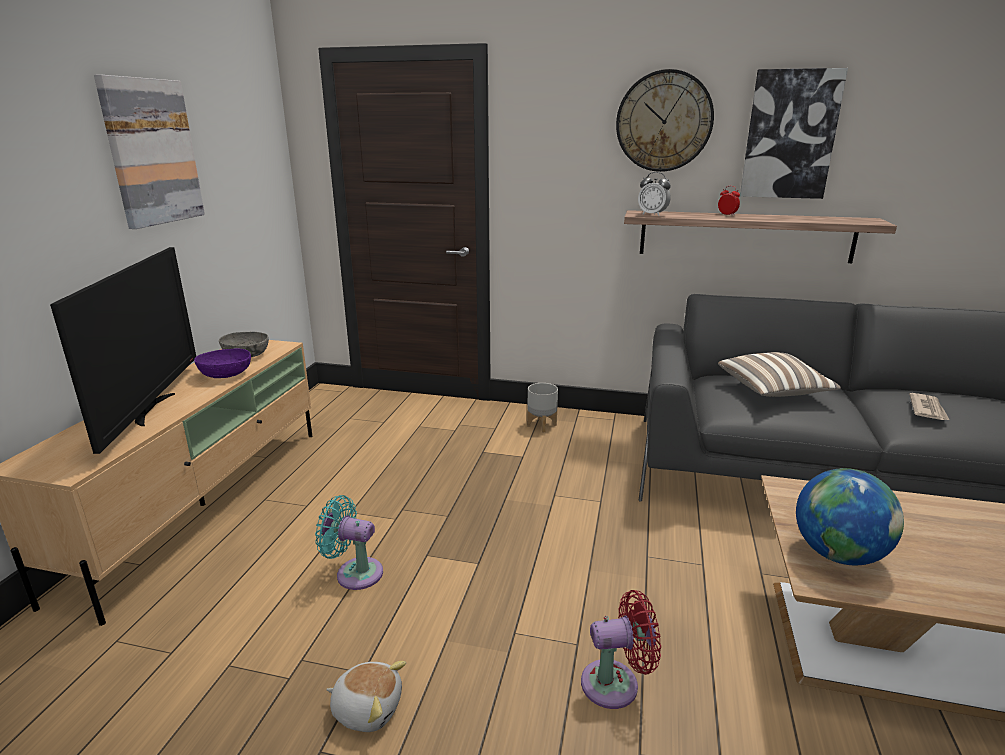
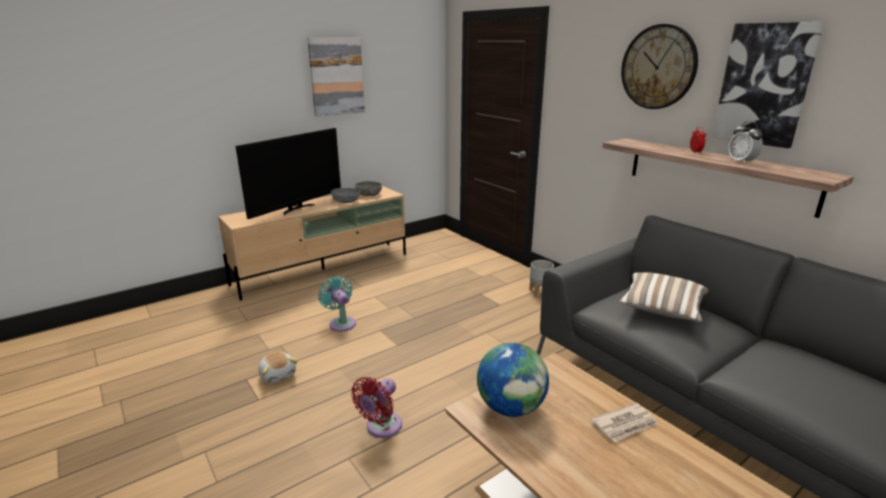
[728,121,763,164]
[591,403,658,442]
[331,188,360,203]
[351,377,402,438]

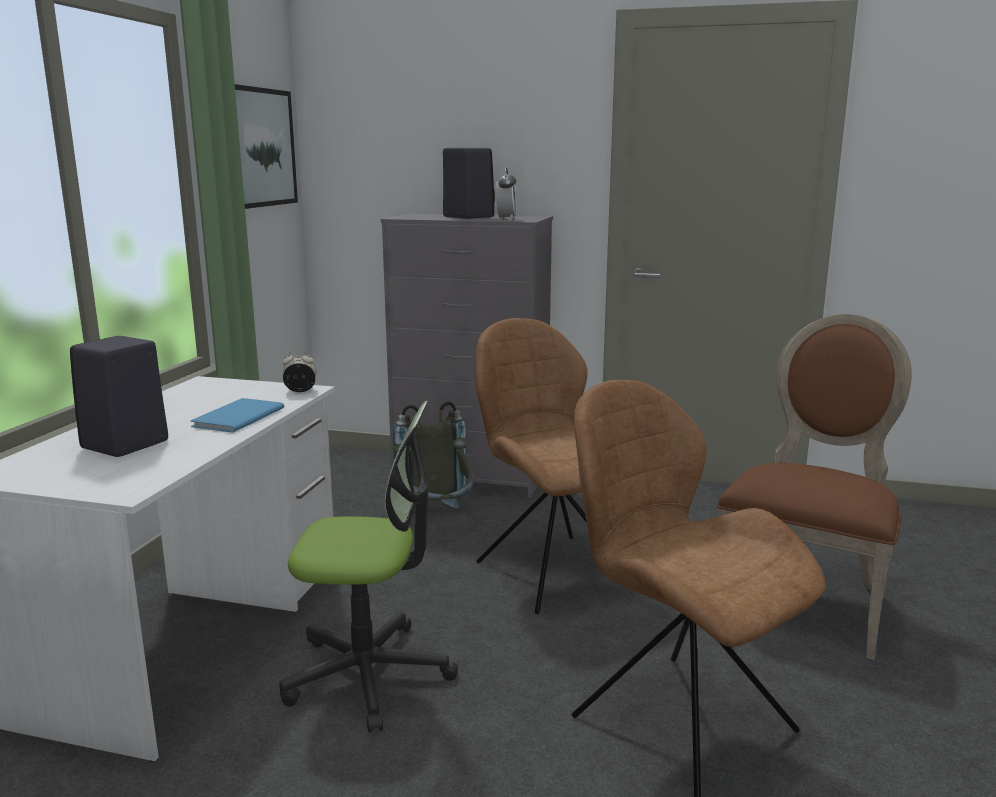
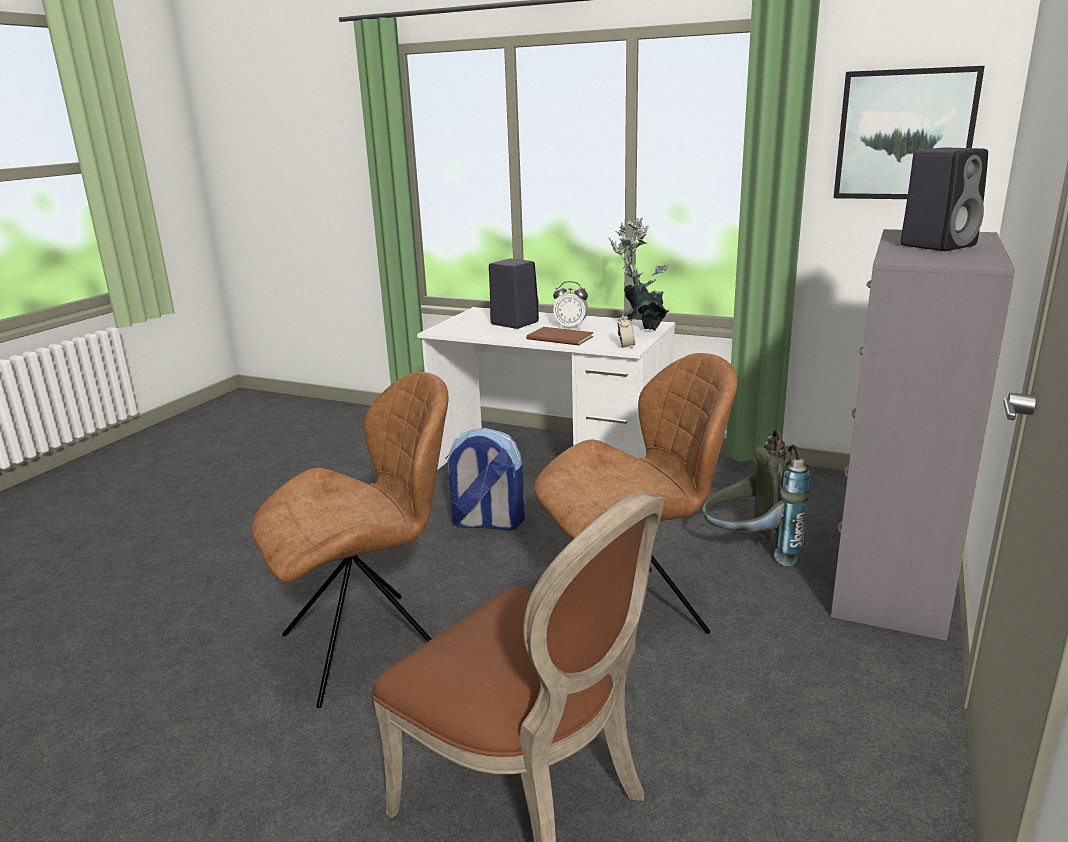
[609,217,670,331]
[553,281,588,329]
[445,428,525,531]
[526,327,594,345]

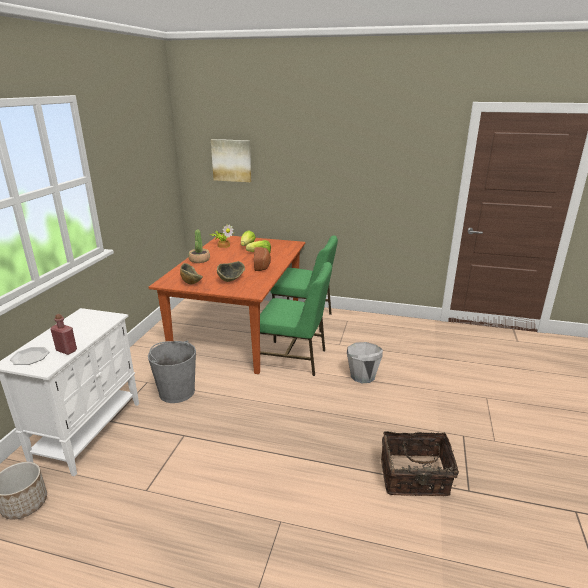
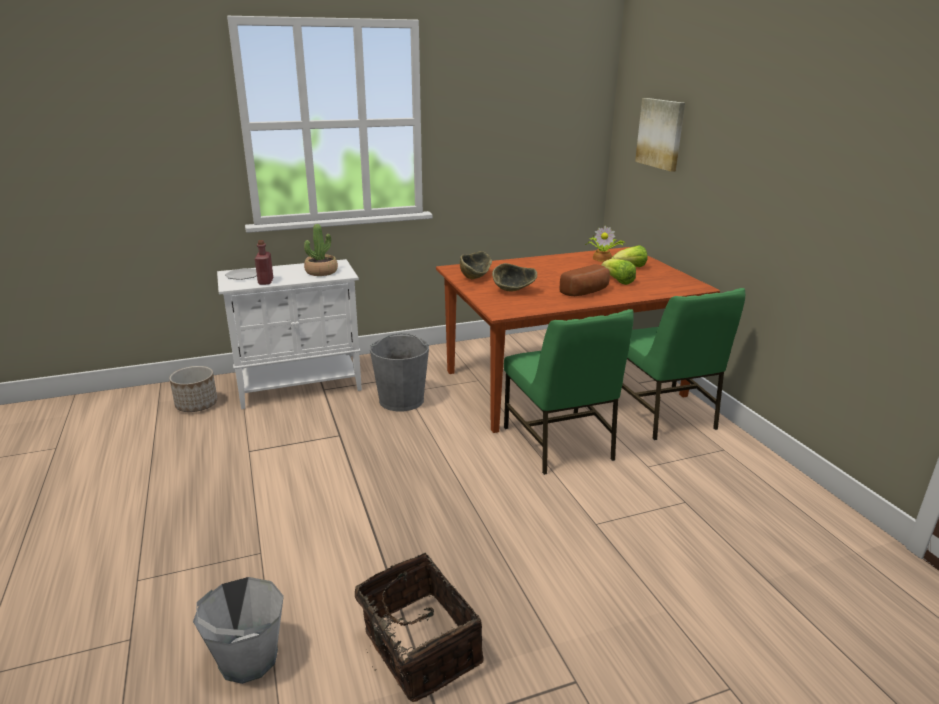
[304,224,338,276]
[193,577,284,684]

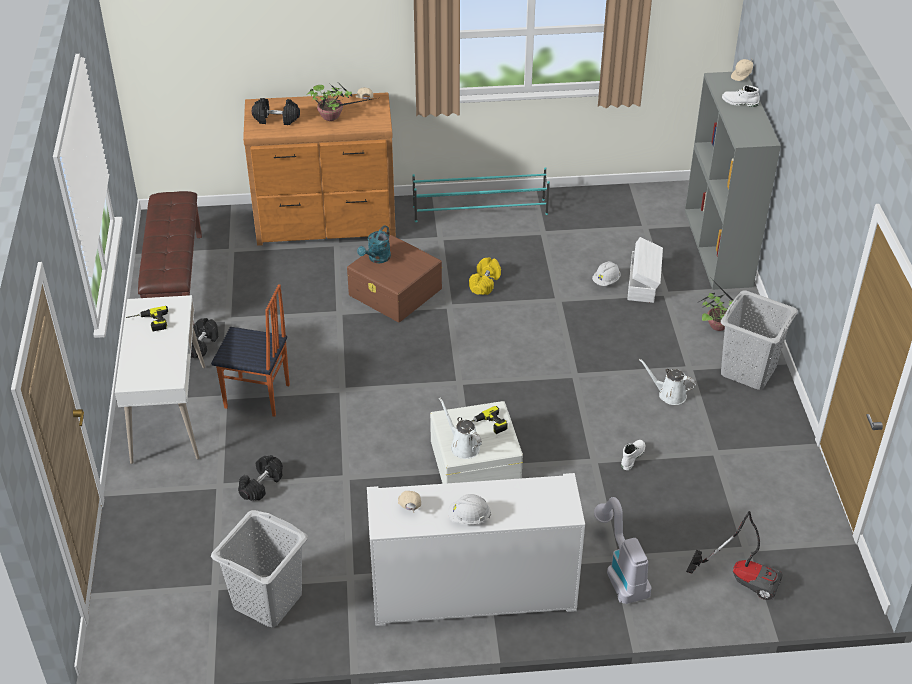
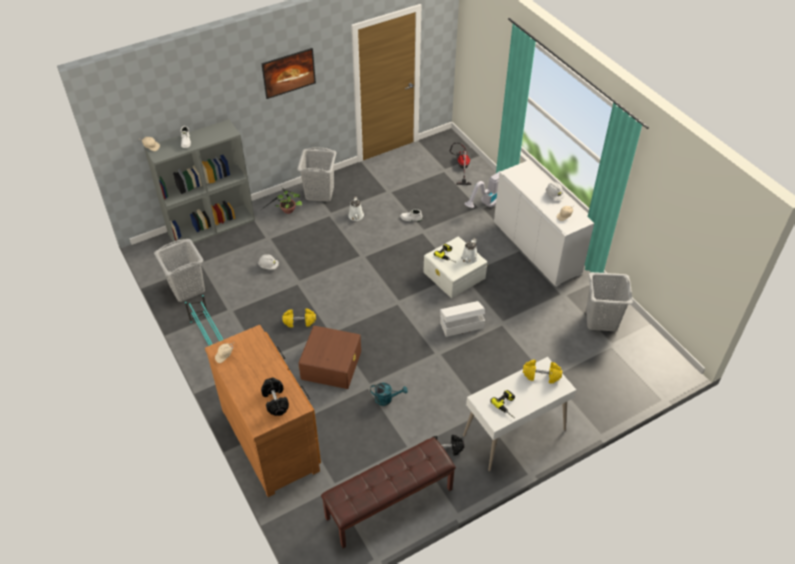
[211,284,290,417] (first image)
[238,455,283,501] (first image)
[308,83,377,121] (first image)
[154,239,205,302]
[261,48,316,99]
[523,360,562,384]
[370,382,408,406]
[440,301,485,337]

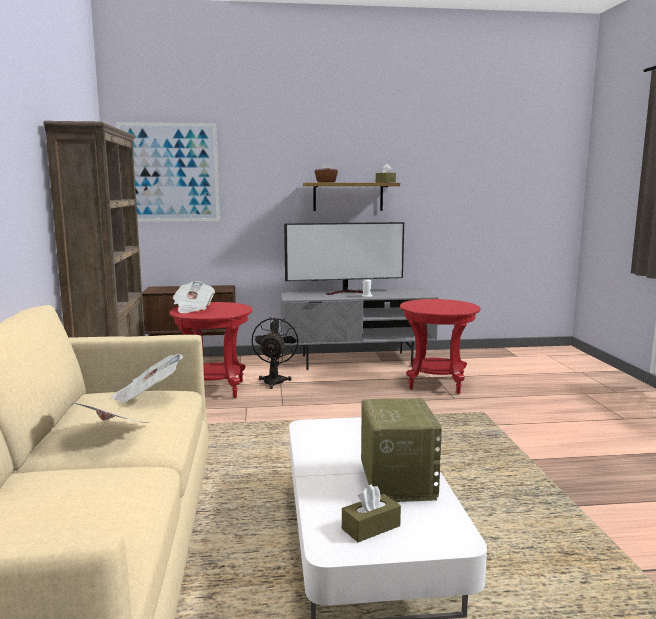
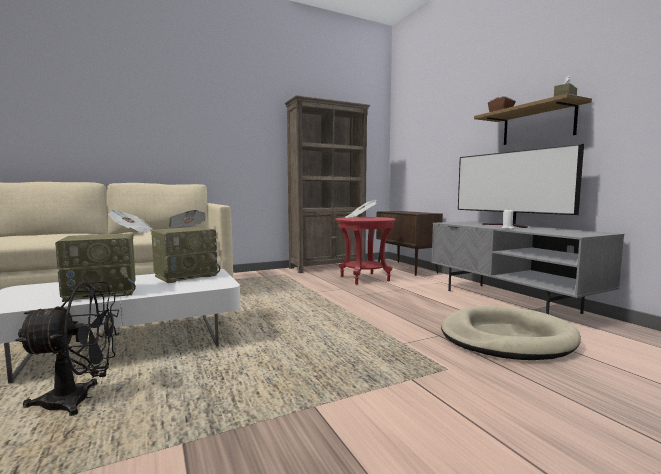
[116,122,220,222] (first image)
[342,484,401,542] (first image)
[151,227,220,283]
[15,282,119,416]
[441,306,581,360]

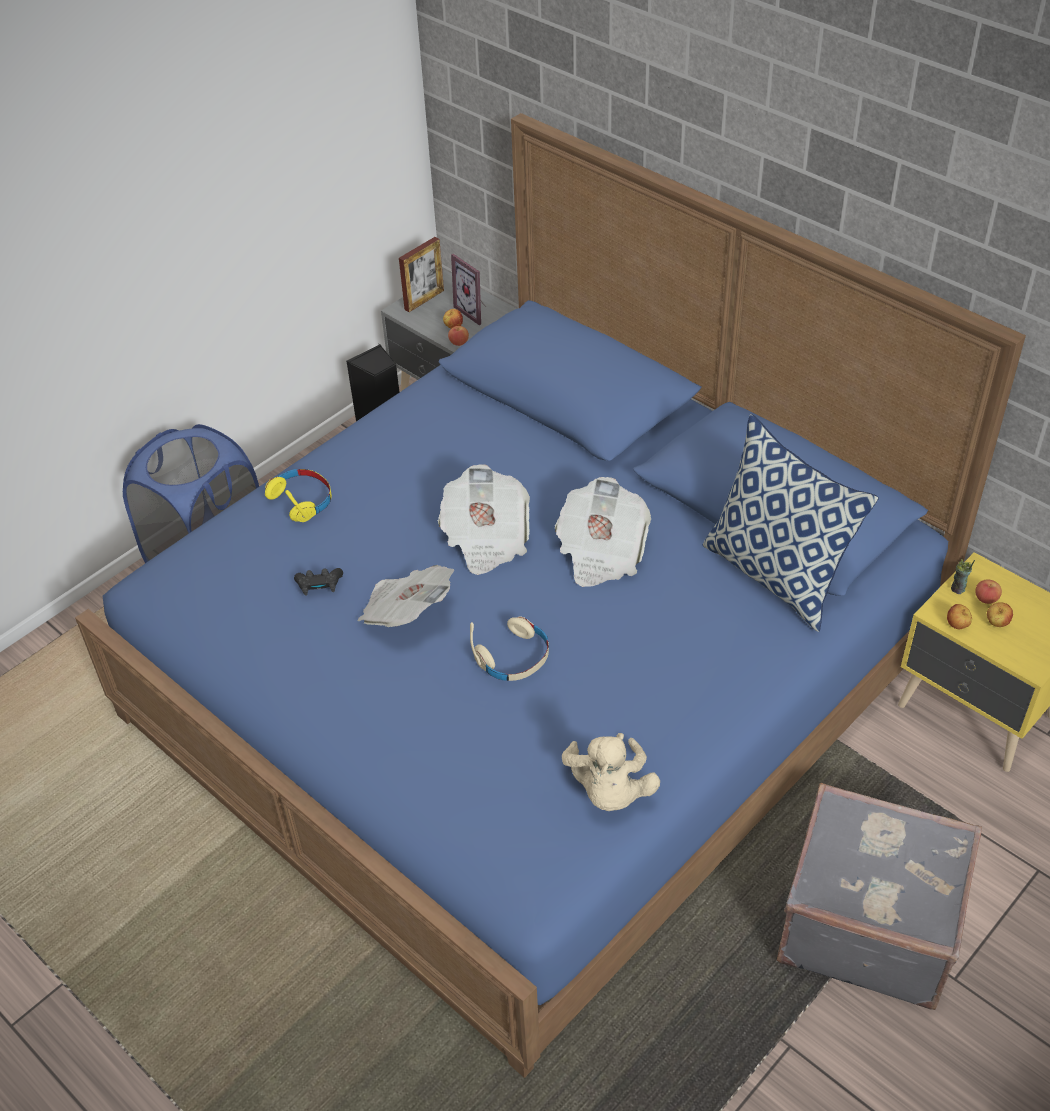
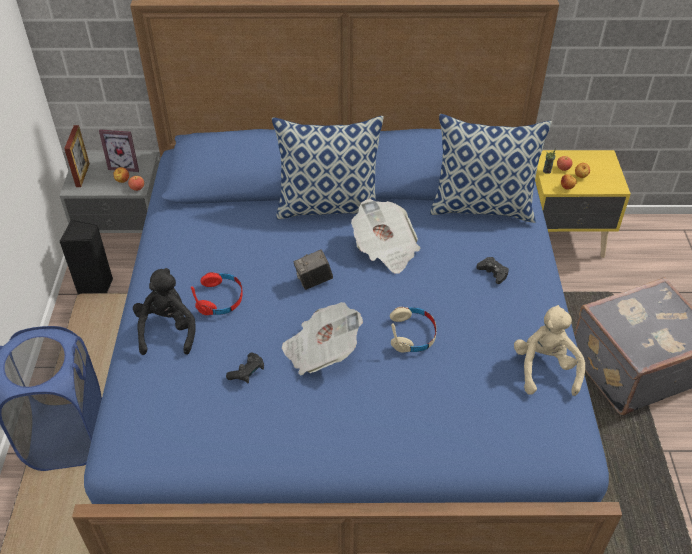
[191,272,243,315]
[272,116,384,220]
[476,257,509,284]
[133,268,196,355]
[294,249,333,290]
[514,305,585,396]

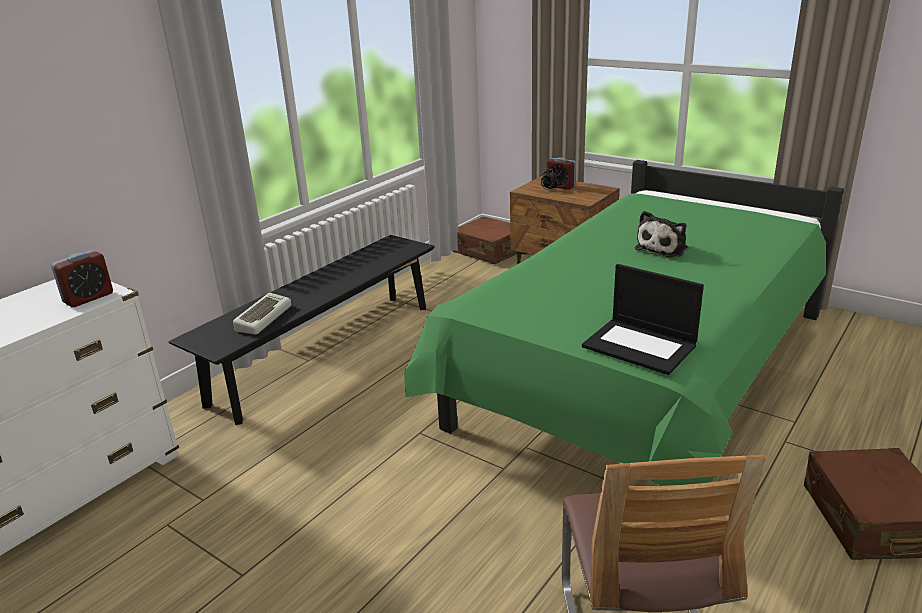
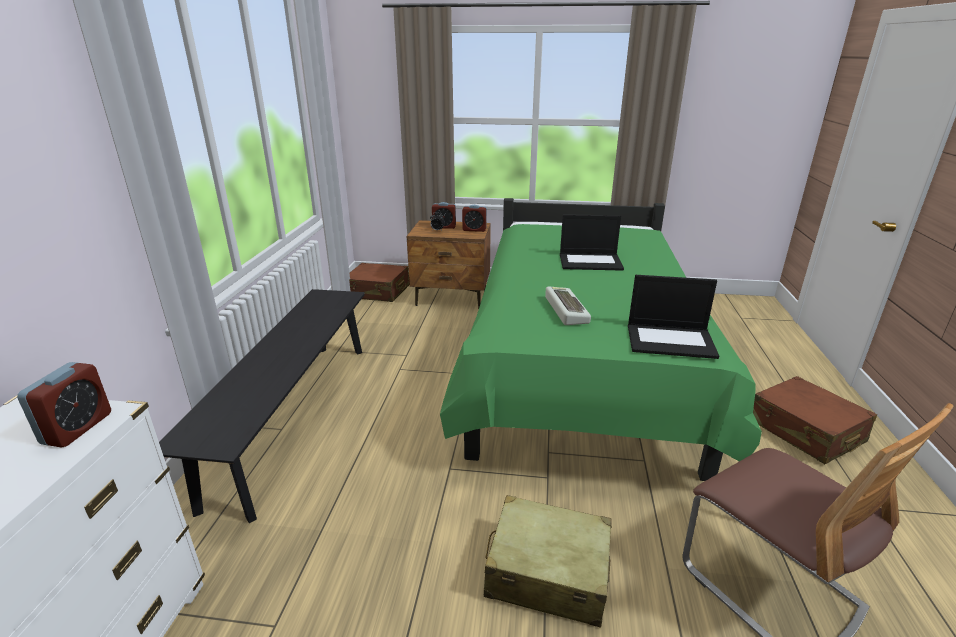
[462,205,487,232]
[484,495,612,628]
[545,286,591,325]
[560,214,624,271]

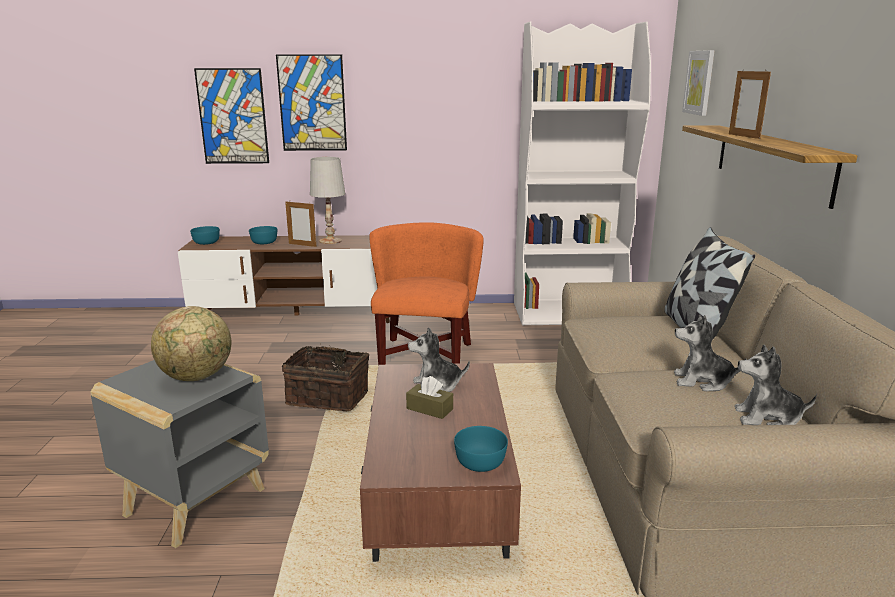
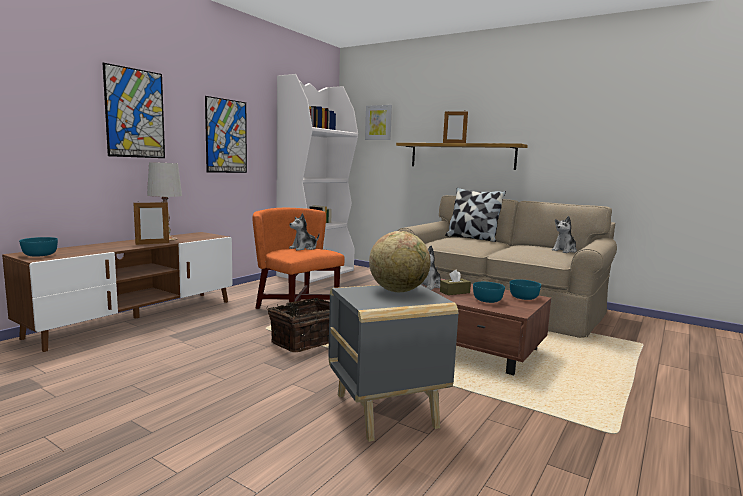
[205,96,247,173]
[473,282,505,303]
[289,213,319,251]

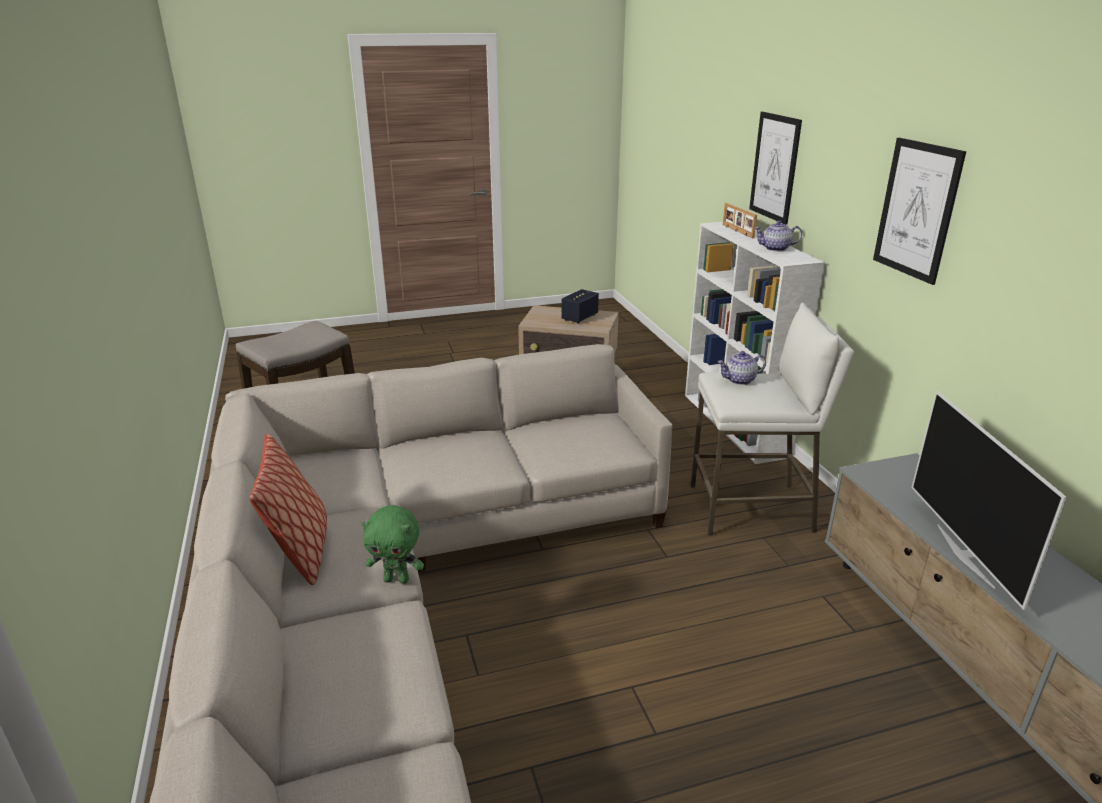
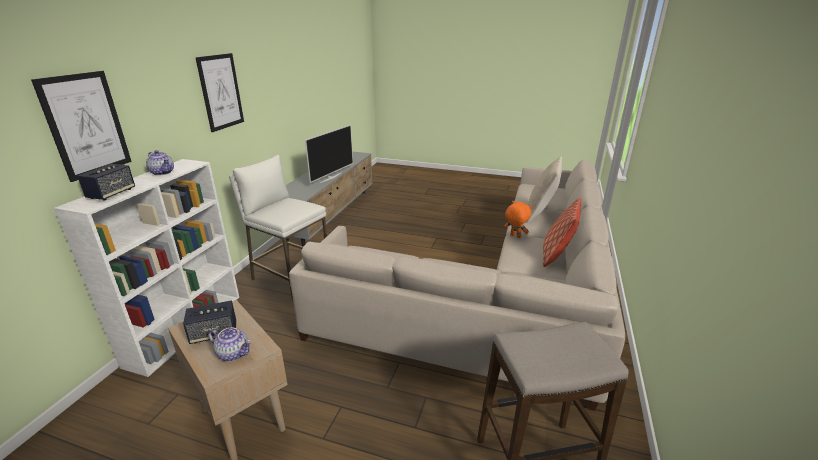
[526,156,562,223]
[208,327,252,361]
[77,164,135,201]
[504,201,532,238]

